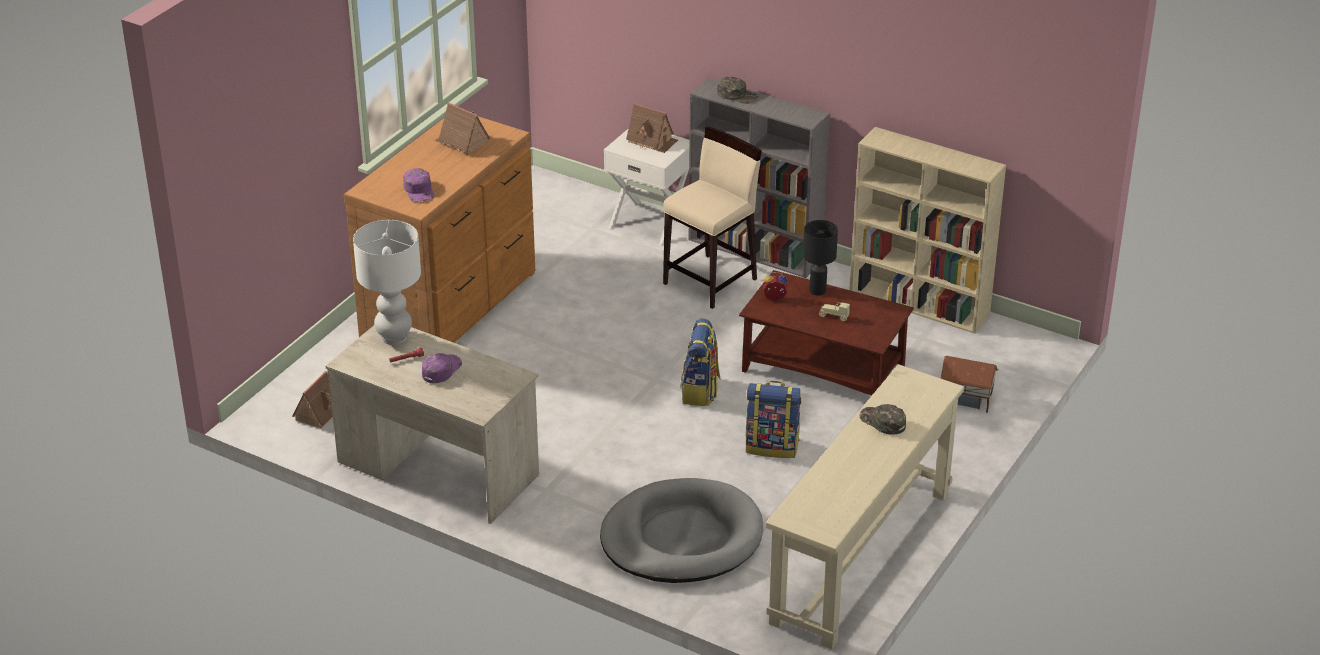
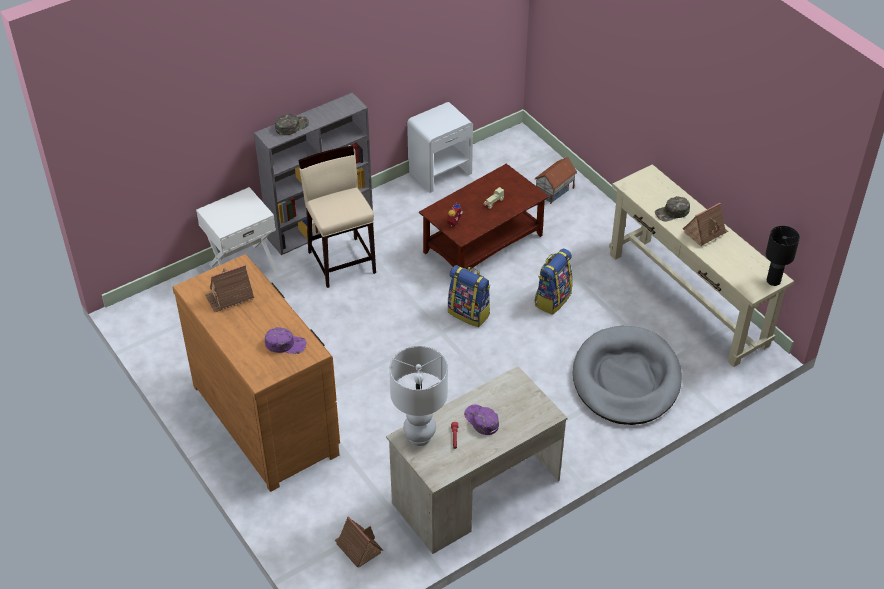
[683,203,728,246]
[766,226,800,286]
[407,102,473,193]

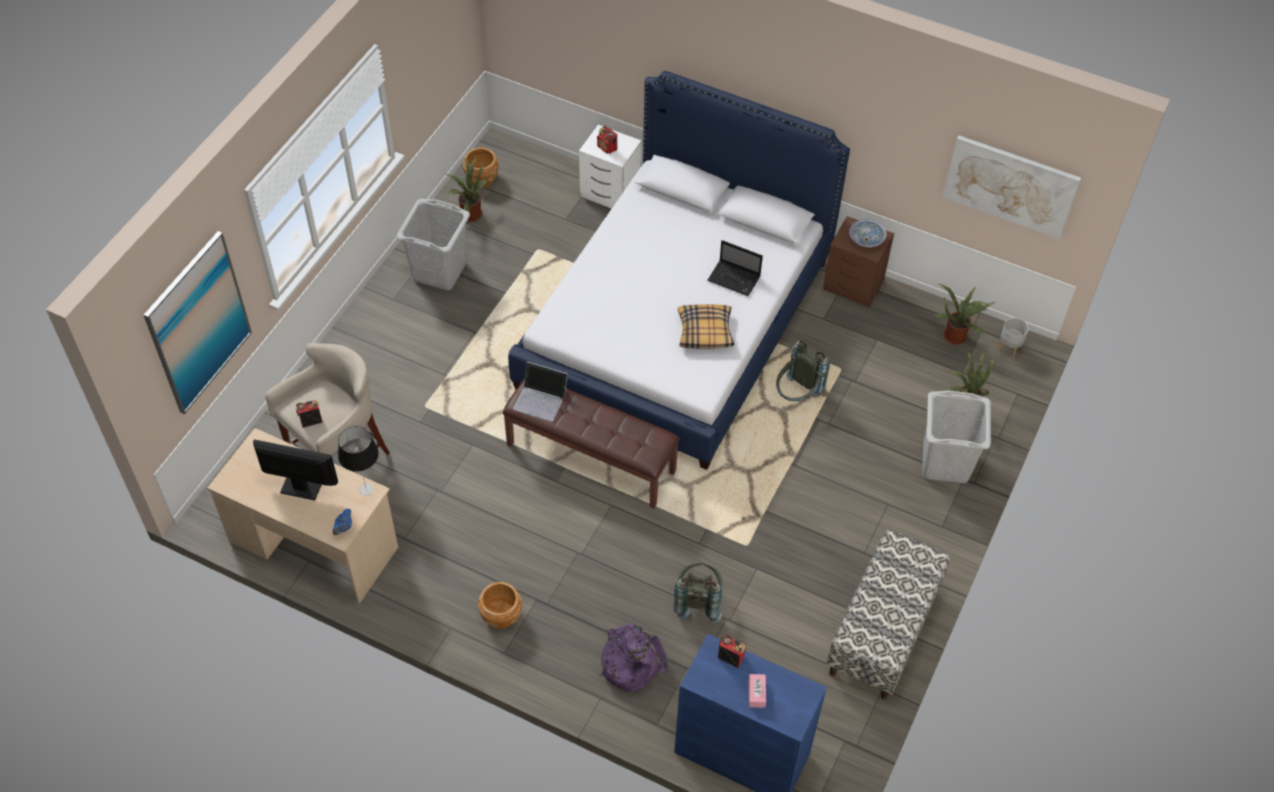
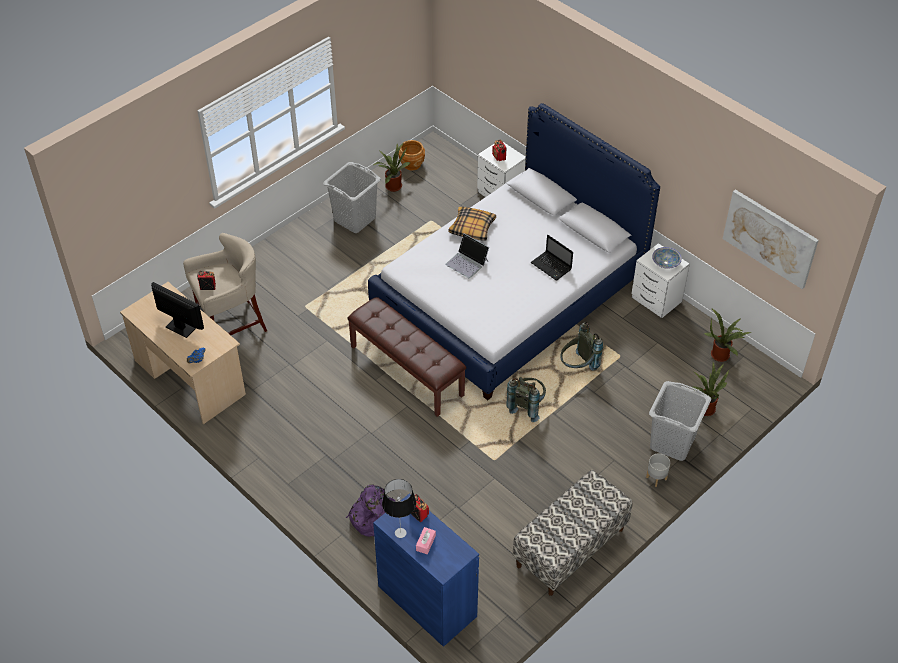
[144,231,252,414] (first image)
[478,582,522,629] (first image)
[382,479,416,538]
[445,233,489,278]
[506,377,546,422]
[448,207,496,241]
[646,453,670,487]
[631,243,690,318]

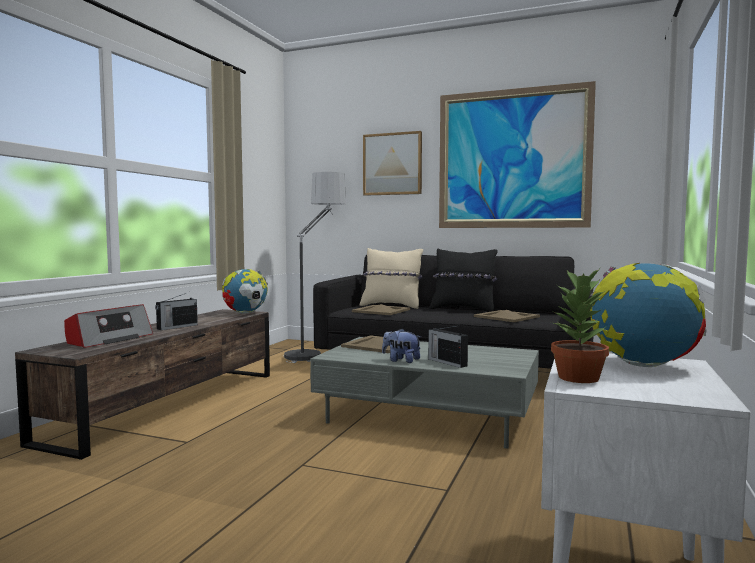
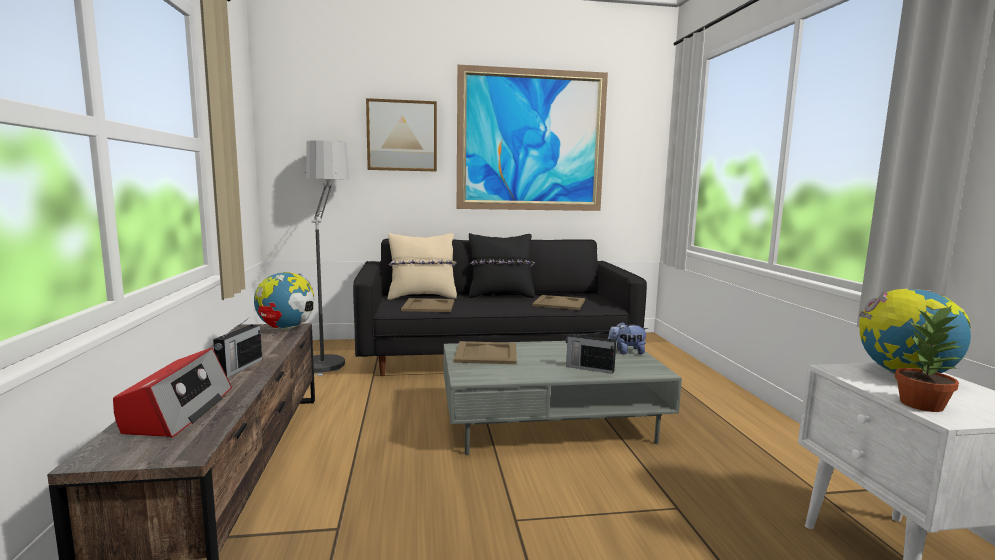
[608,322,648,354]

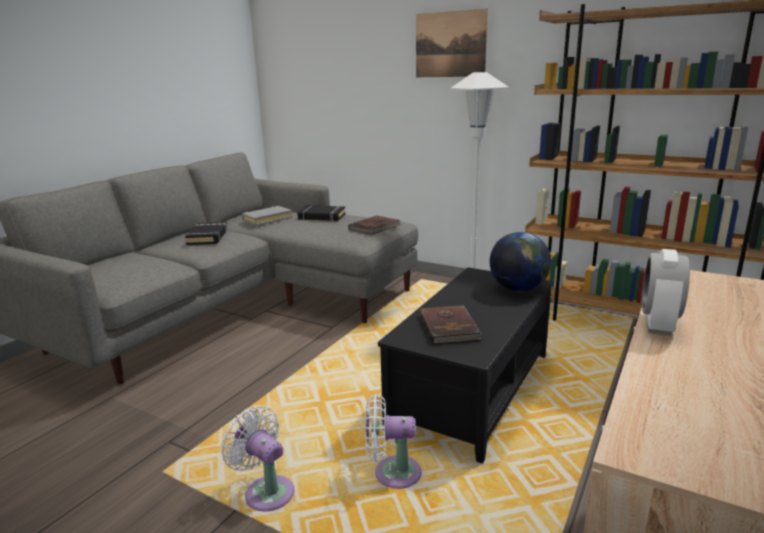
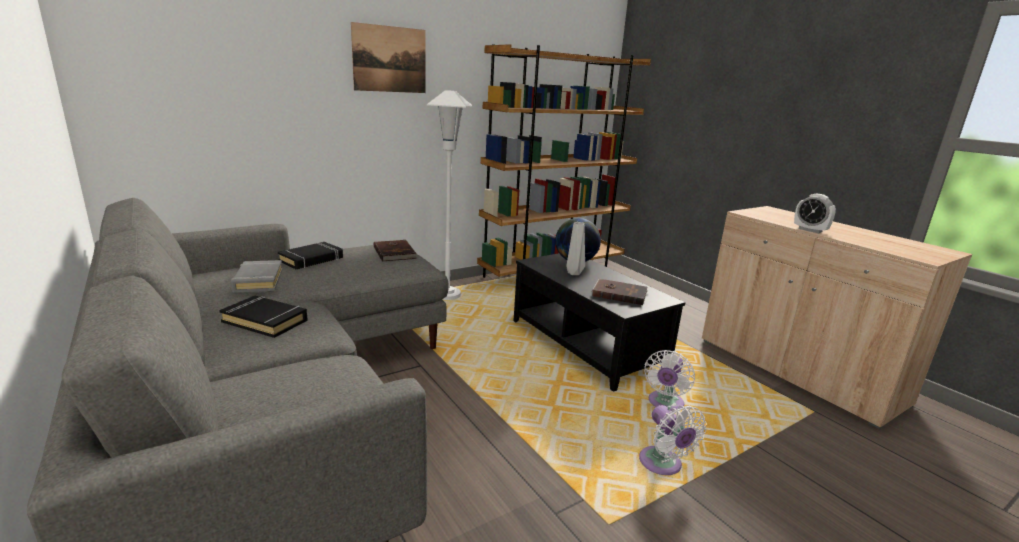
[566,222,585,275]
[639,405,707,475]

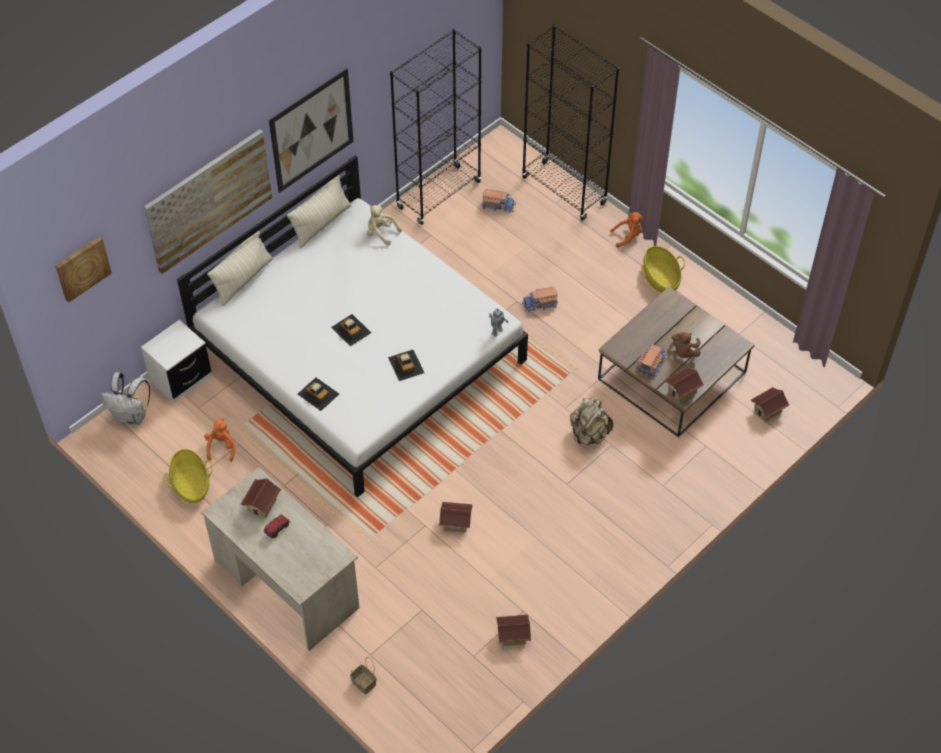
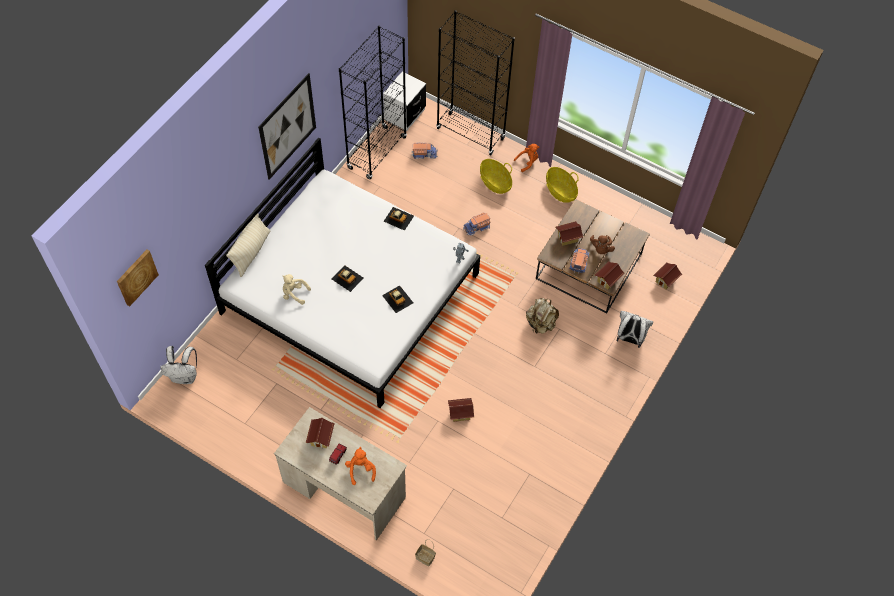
[144,129,272,274] (first image)
[287,175,351,248] (first image)
[617,311,654,348]
[383,72,426,131]
[480,159,512,194]
[345,447,376,485]
[384,207,414,231]
[283,274,311,305]
[555,221,583,246]

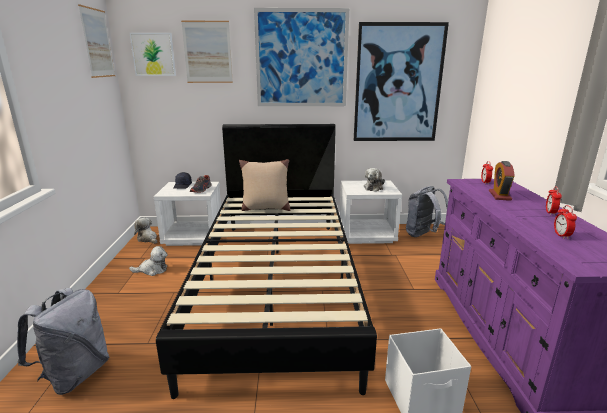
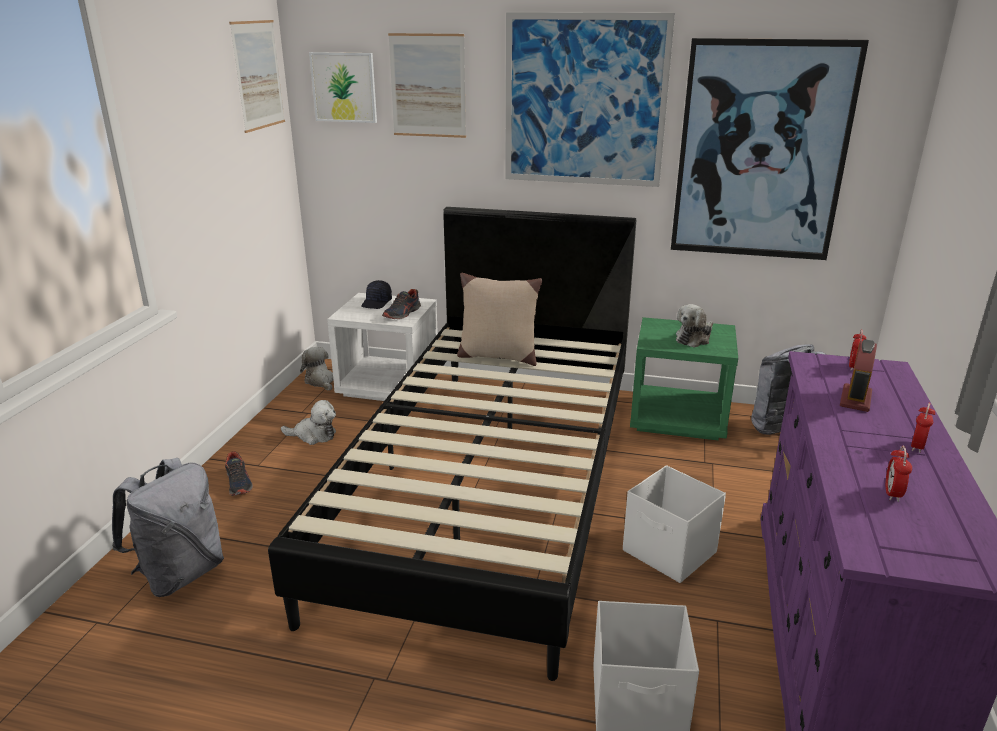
[225,451,253,496]
[623,465,726,583]
[630,317,738,440]

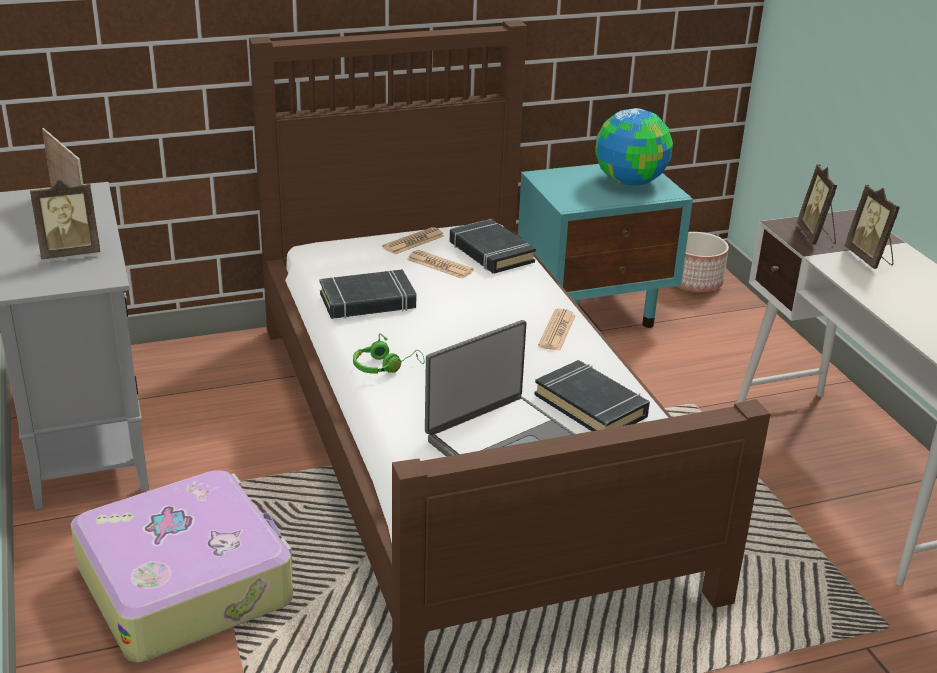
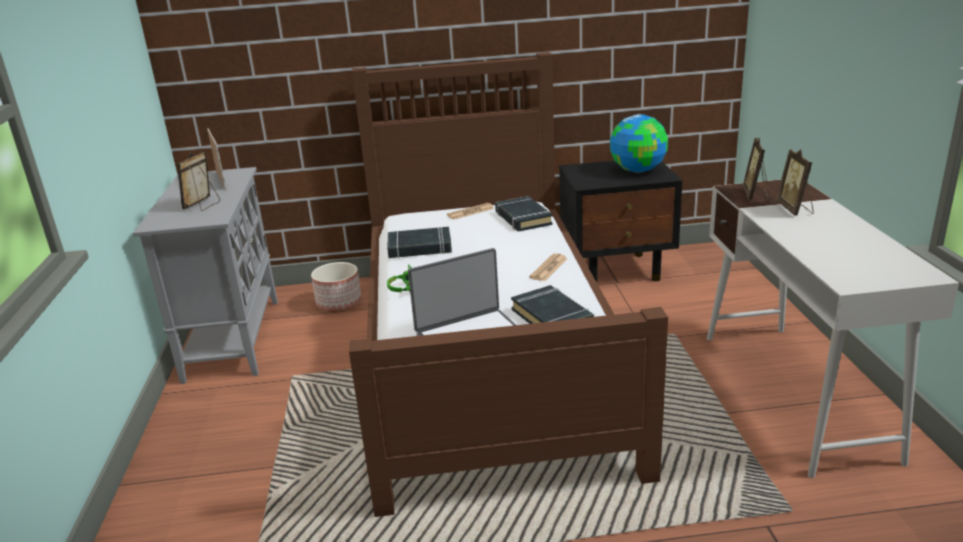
[70,470,293,663] (first image)
[407,250,474,279] (first image)
[311,262,362,312]
[559,160,682,282]
[177,152,220,211]

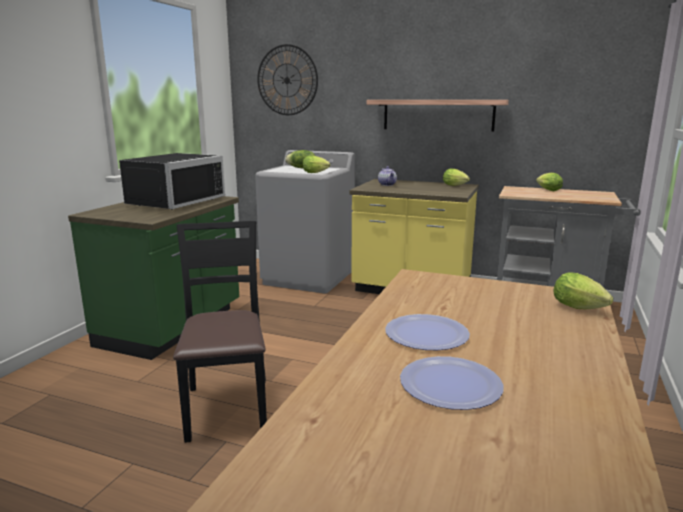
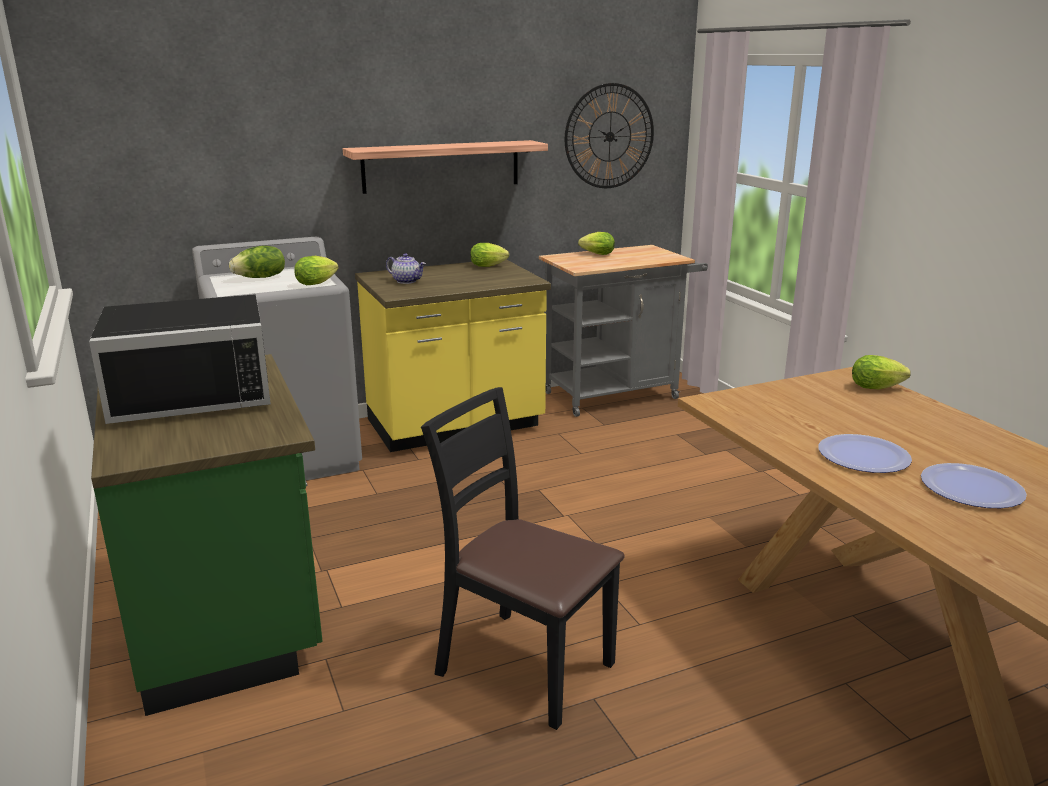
[565,83,654,188]
[89,294,271,424]

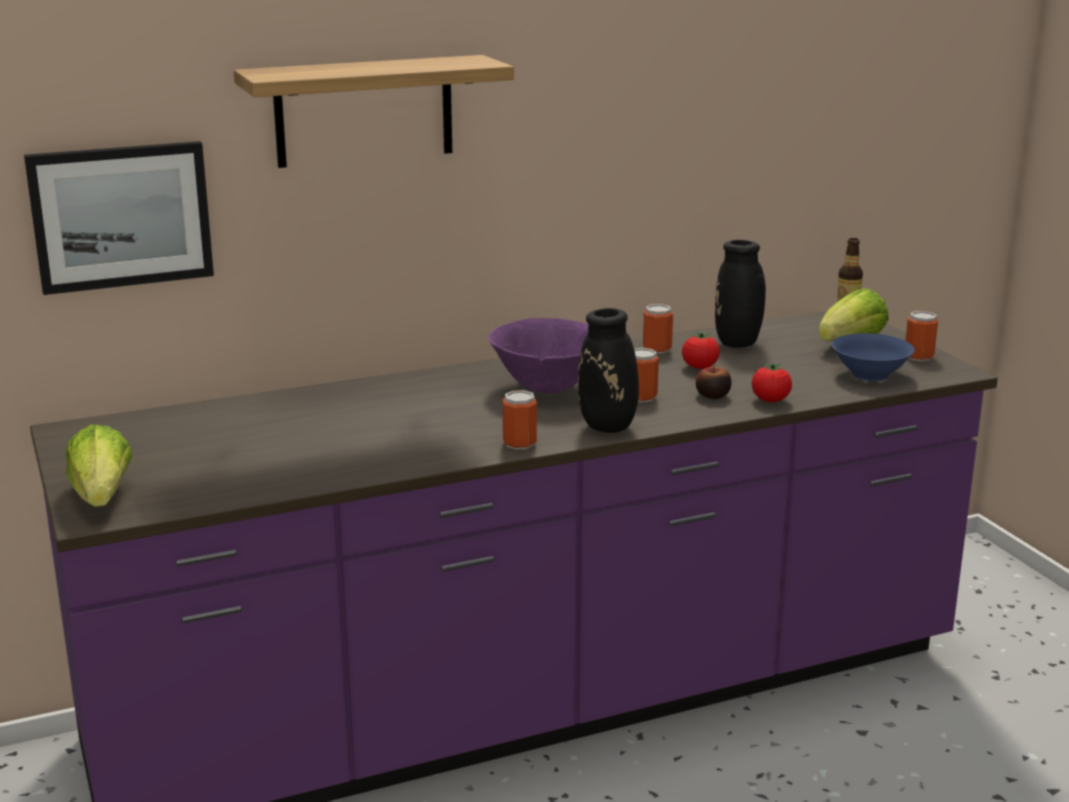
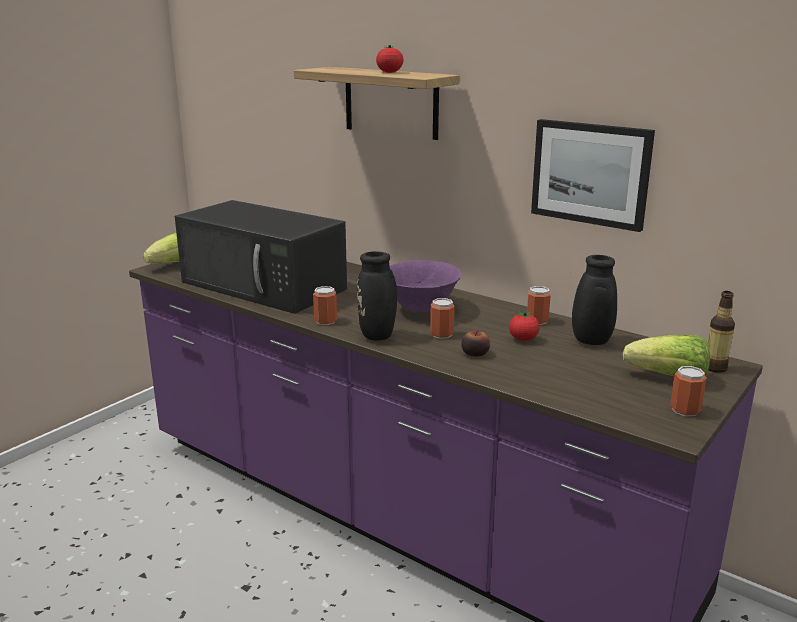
[832,333,915,381] (first image)
[175,200,347,314]
[531,119,655,232]
[376,45,403,73]

